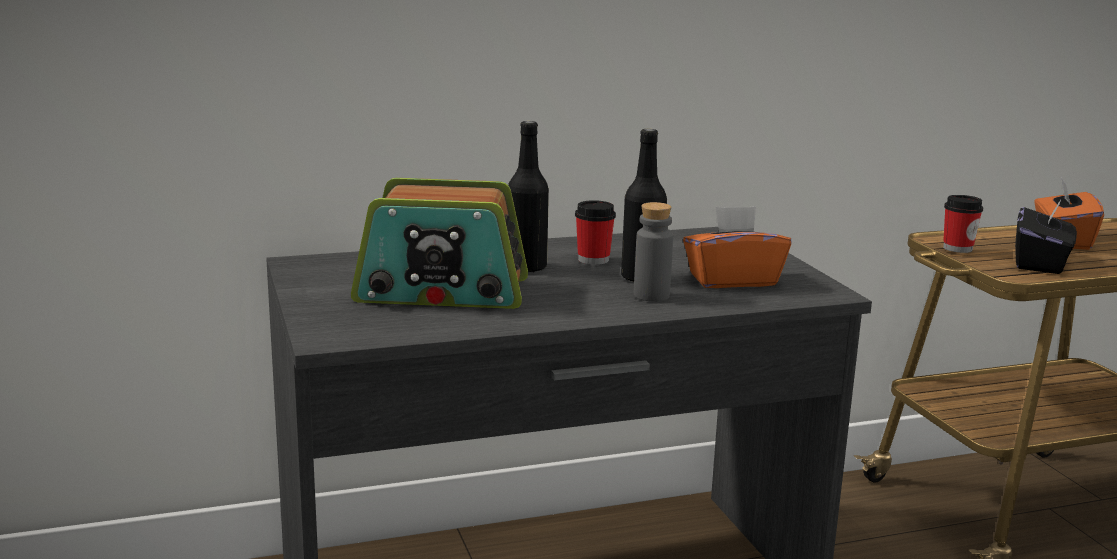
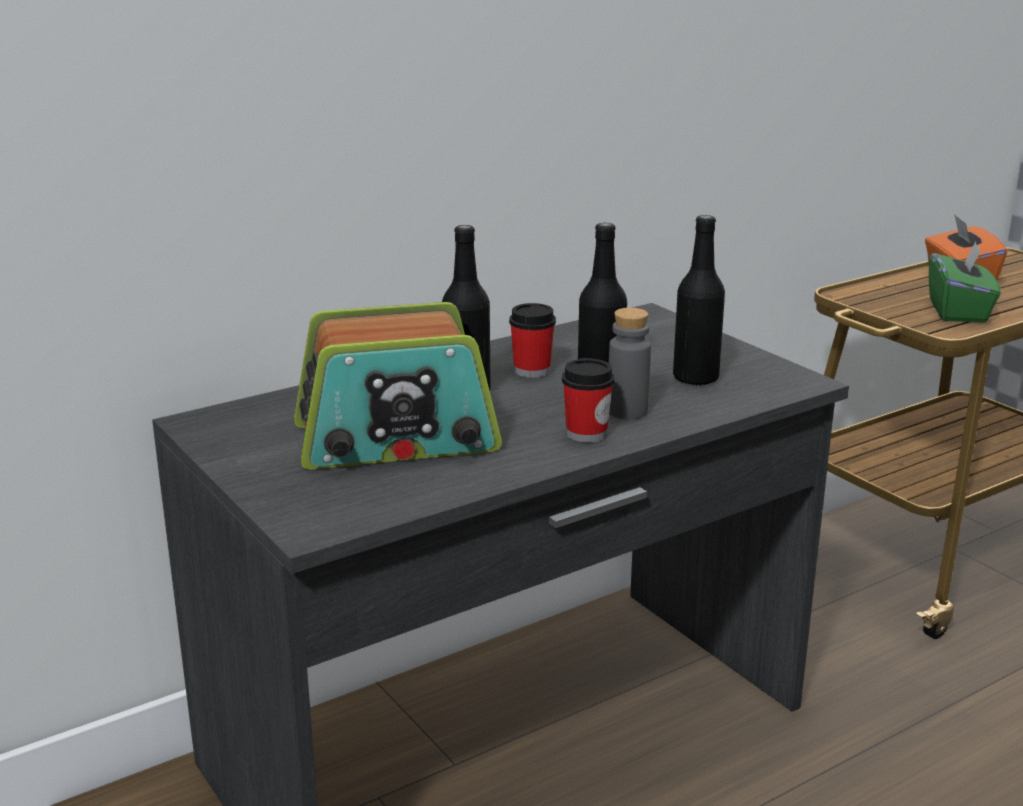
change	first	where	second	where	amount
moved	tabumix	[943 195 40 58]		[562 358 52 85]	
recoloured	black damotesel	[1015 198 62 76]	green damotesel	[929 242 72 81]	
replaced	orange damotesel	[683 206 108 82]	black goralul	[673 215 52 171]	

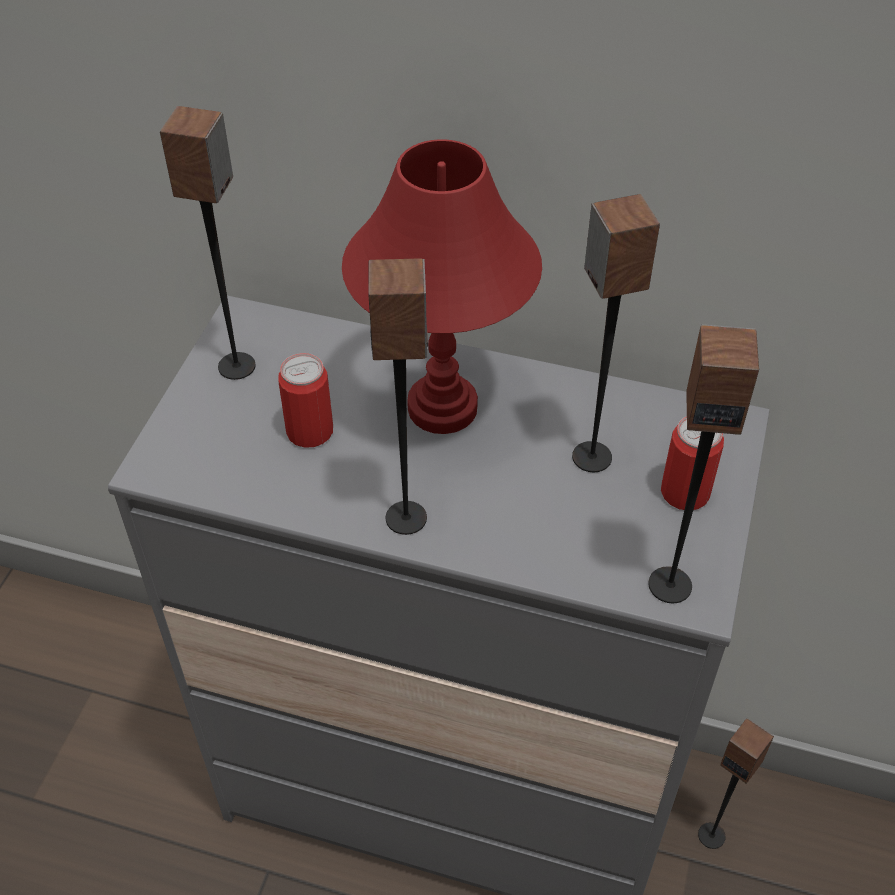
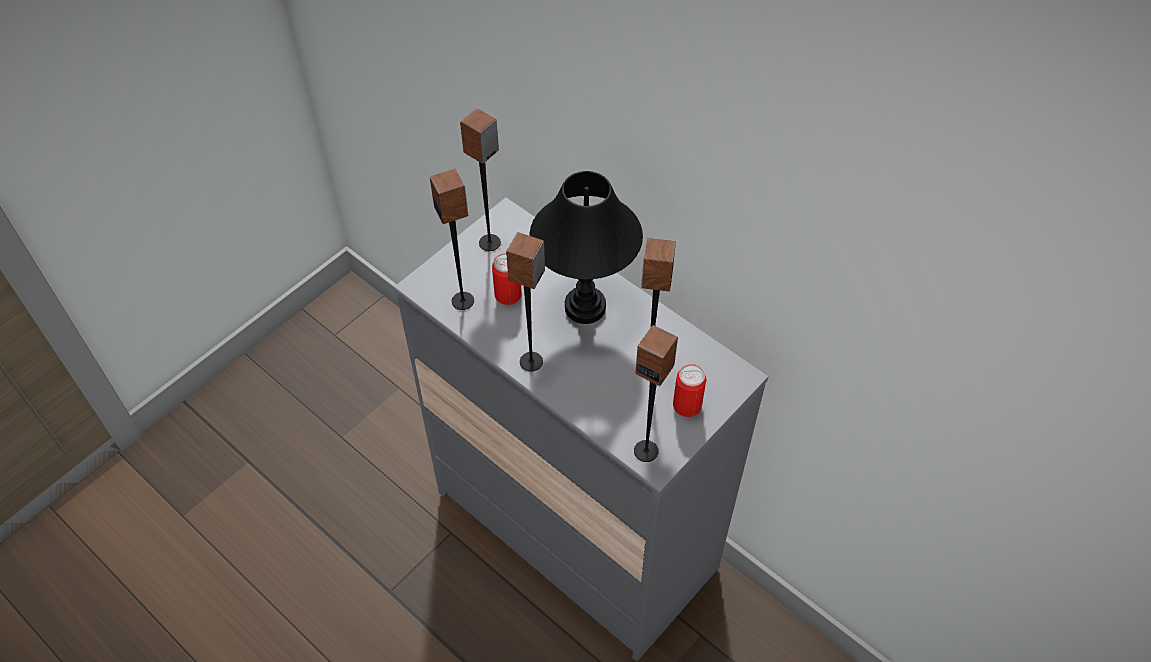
change	first	where	second	where	amount
recoloured	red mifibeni	[342 139 200 295]	black mifibeni	[530 171 113 153]	
moved	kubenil	[698 718 76 131]		[430 169 44 141]	

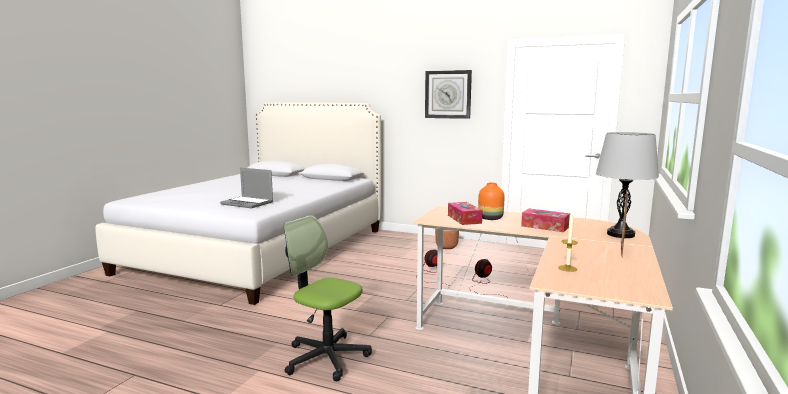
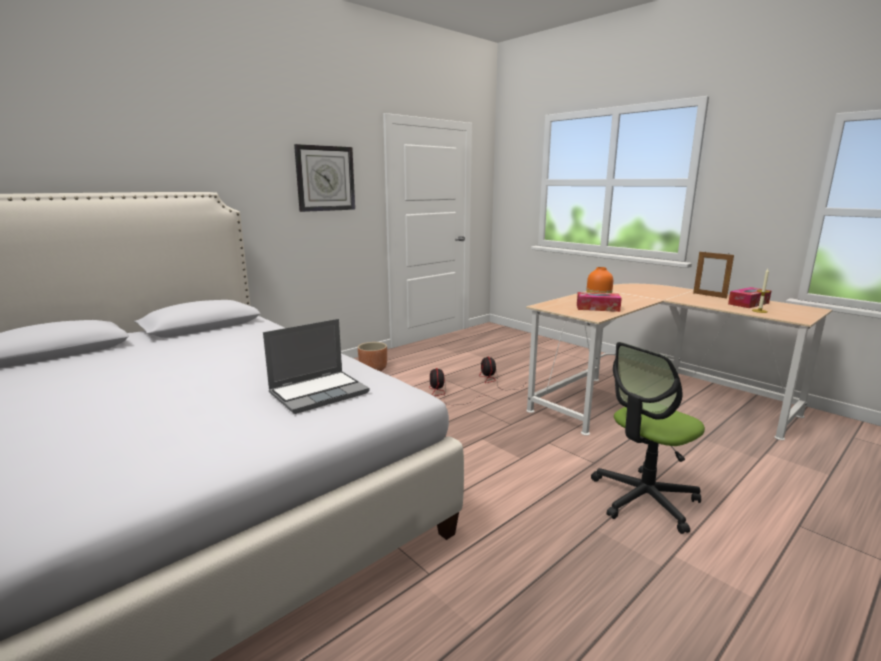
change	first	where	second	where	amount
removed	grey mifibeni	[596 132 63 106]			
moved	damotesel	[521 208 49 24]		[728 287 43 21]	

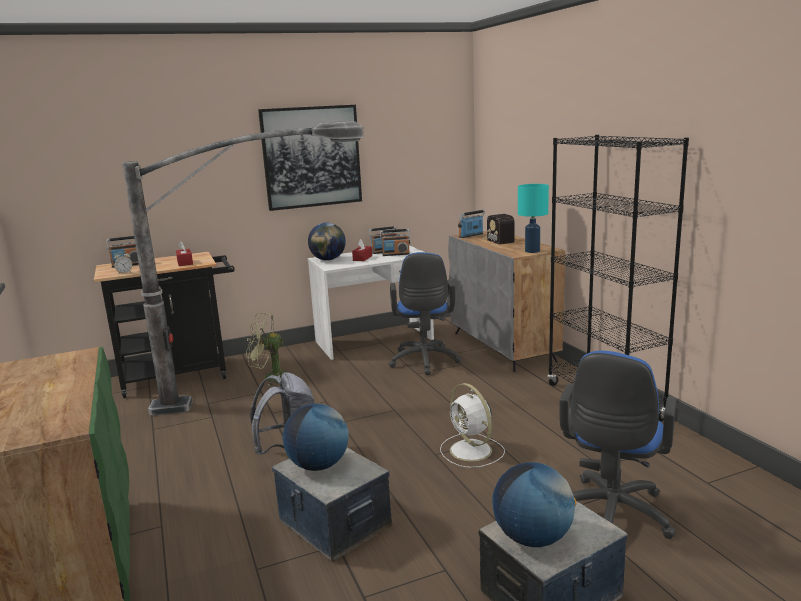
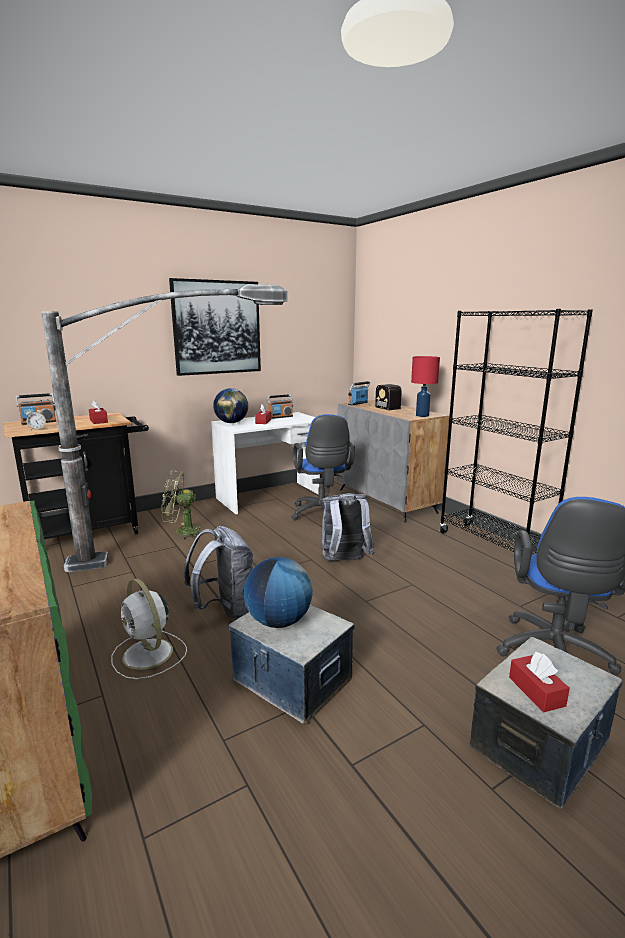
change	first	where	second	where	amount
recoloured	turquoise mifibeni	[518 184 31 69]	red mifibeni	[411 356 29 61]	
removed	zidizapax	[380 229 30 27]			
moved	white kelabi	[440 383 65 85]		[111 579 76 100]	
replaced	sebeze	[492 462 84 85]	red damotesel	[509 652 61 60]	
added			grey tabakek	[320 493 55 68]	

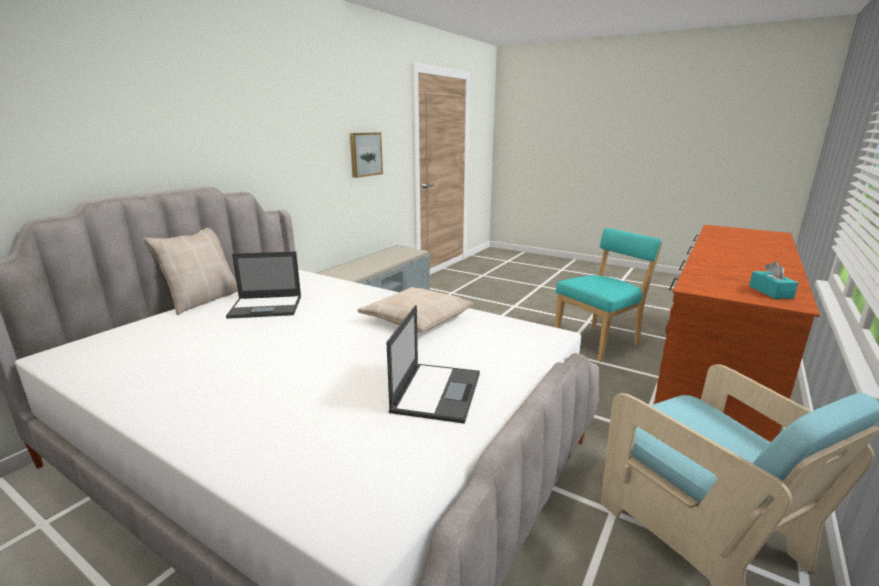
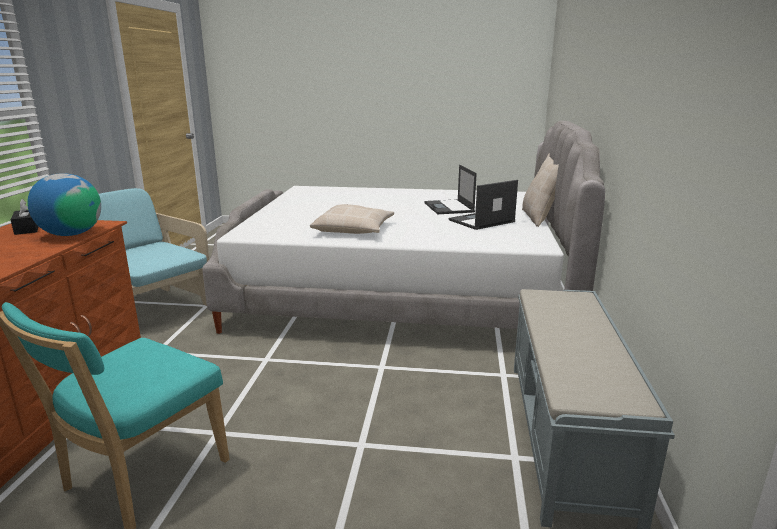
change	first	where	second	where	amount
removed	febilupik	[350 132 33 46]			
recoloured	turquoise damotesel	[749 261 49 38]	black damotesel	[10 199 29 36]	
moved	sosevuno	[387 305 93 119]		[424 165 53 49]	
added			sebeze	[27 173 74 63]	

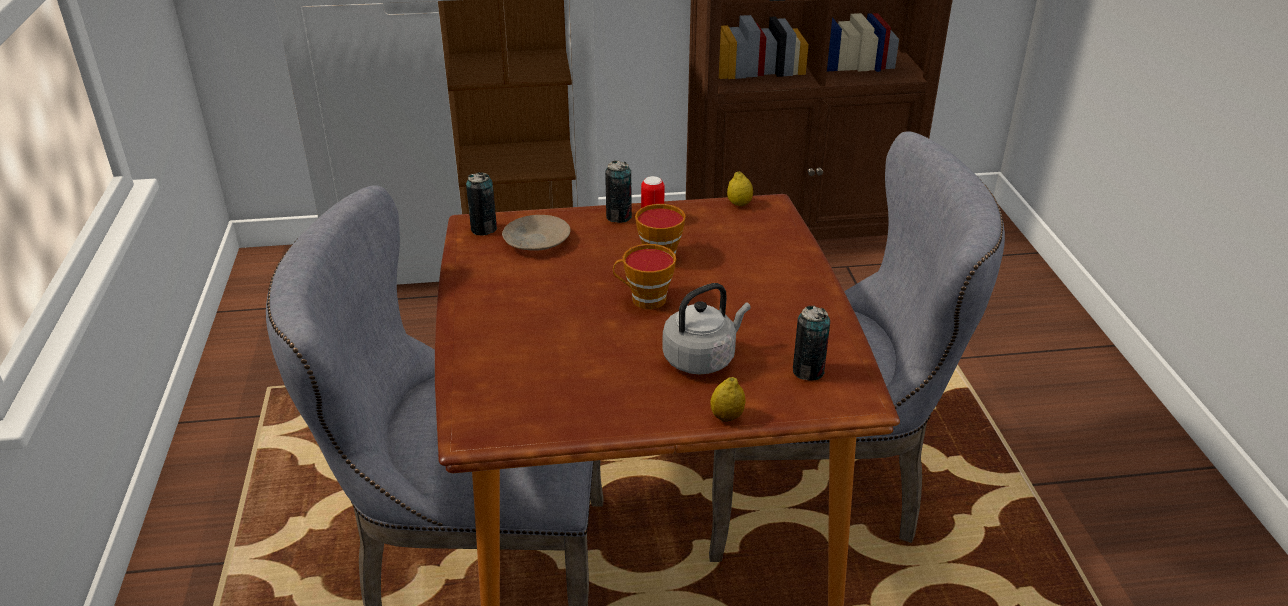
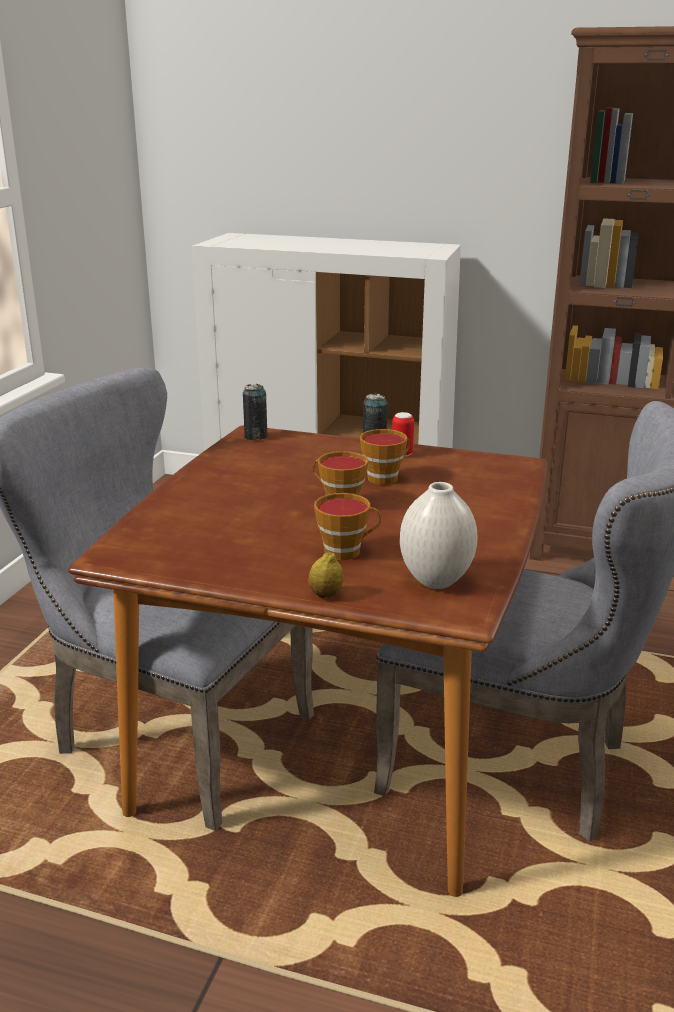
change	first	where	second	where	amount
removed	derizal	[727 172 26 34]			
removed	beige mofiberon	[502 215 68 36]			
replaced	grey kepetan	[662 283 89 92]	tabumix	[314 493 67 67]	
replaced	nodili	[793 306 37 75]	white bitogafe	[400 482 78 107]	

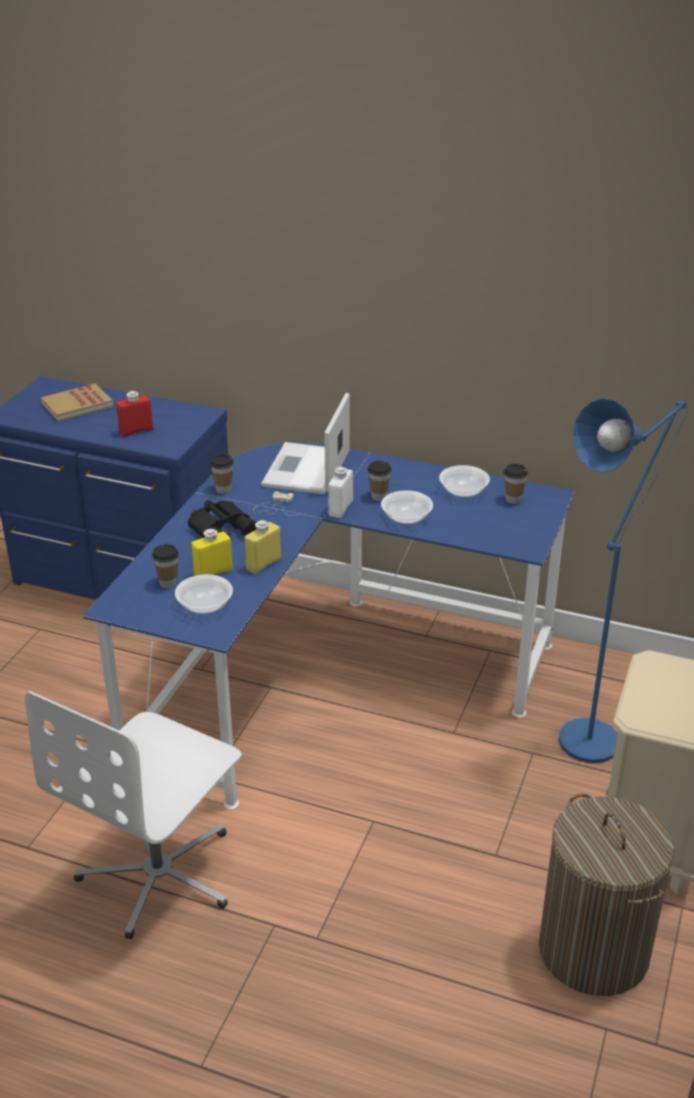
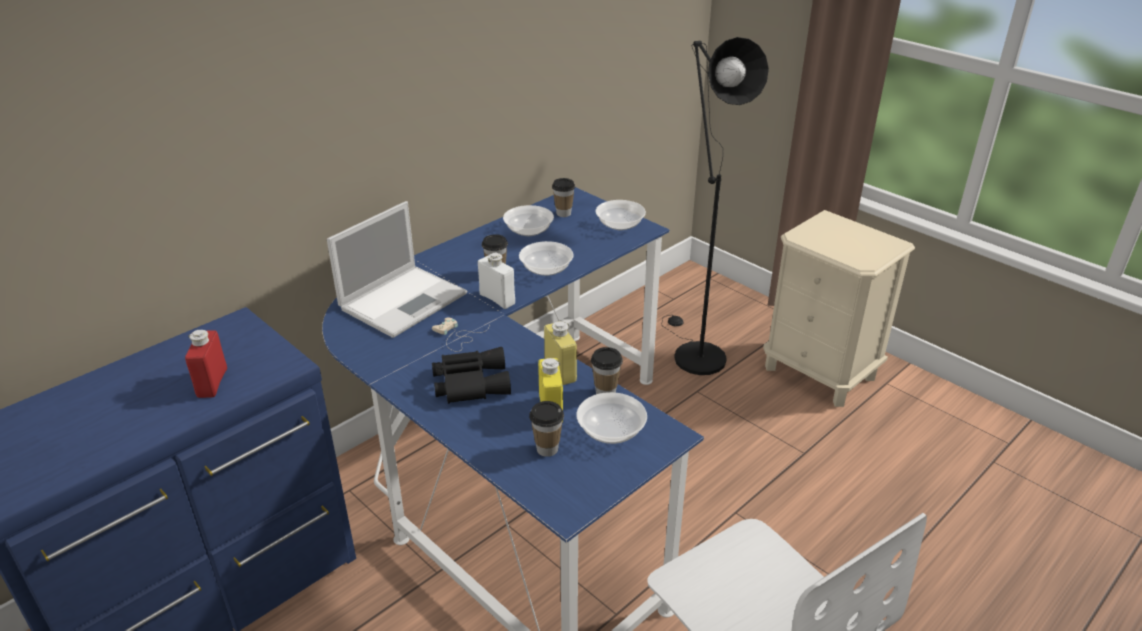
change	first	where	second	where	amount
removed	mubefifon	[41 384 72 38]			
turned	sosevuno	[261 393 89 102]		[327 201 140 137]	90 degrees counterclockwise
recoloured	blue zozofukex	[559 398 129 365]	black zozofukex	[661 37 108 338]	
moved	tabumix	[210 454 24 40]		[591 347 32 47]	
removed	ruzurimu	[539 793 135 203]			
added			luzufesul	[595 200 51 30]	

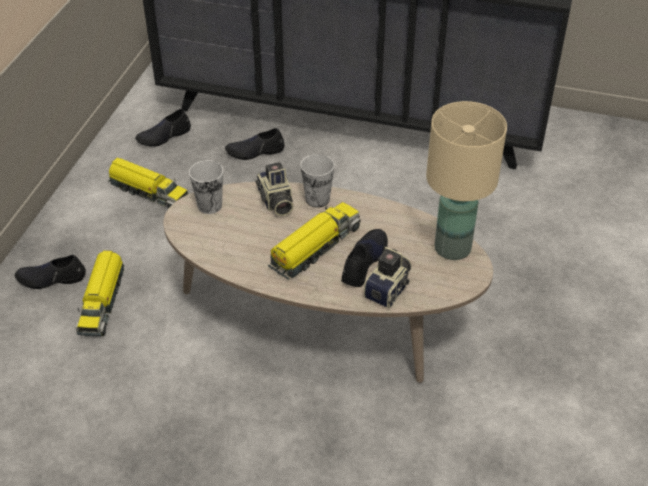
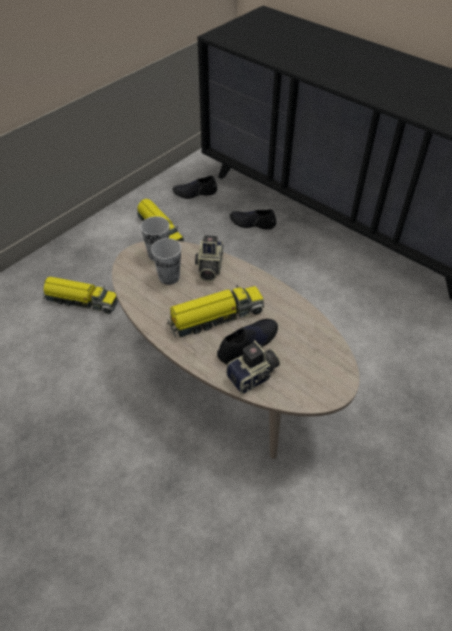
change	first	where	second	where	amount
removed	beige mifibeni	[426 101 81 159]			
moved	tabumix	[301 154 33 54]		[151 238 30 47]	
turned	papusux	[75 250 49 86]		[43 277 75 37]	105 degrees counterclockwise
removed	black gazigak	[15 255 71 34]			

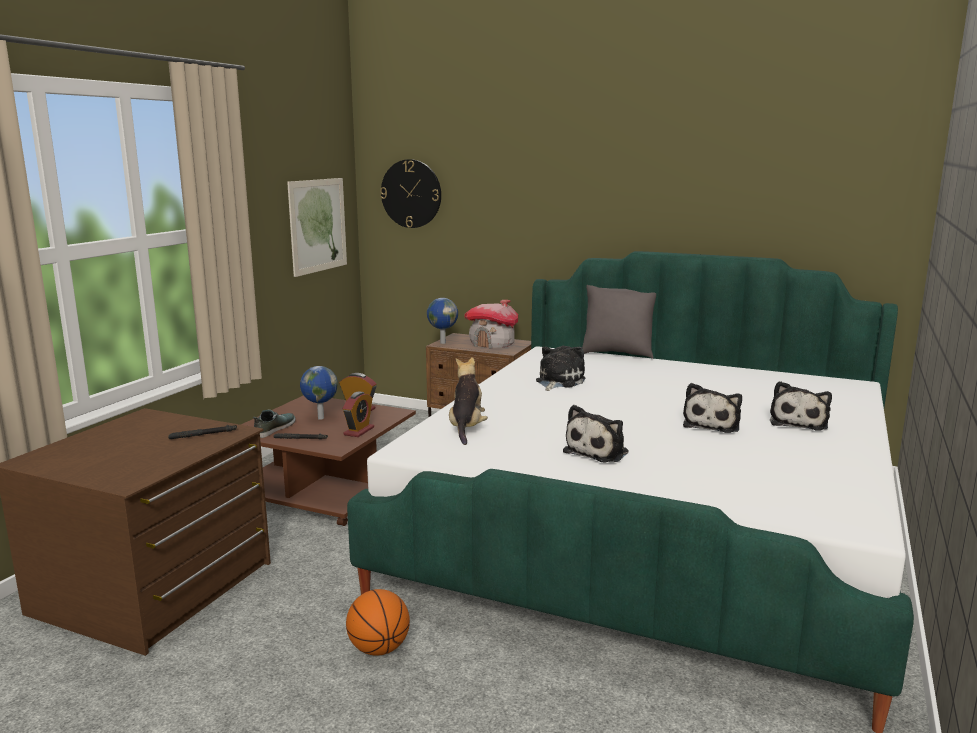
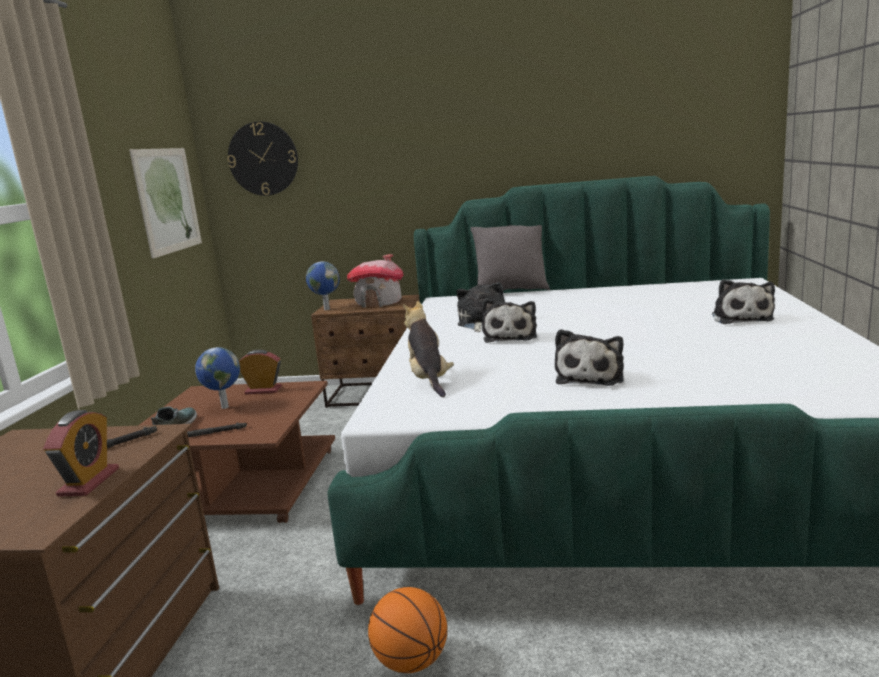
change	first	where	second	where	amount
moved	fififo	[683 383 59 50]		[482 299 55 44]	
moved	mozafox	[343 391 31 46]		[43 410 76 87]	

